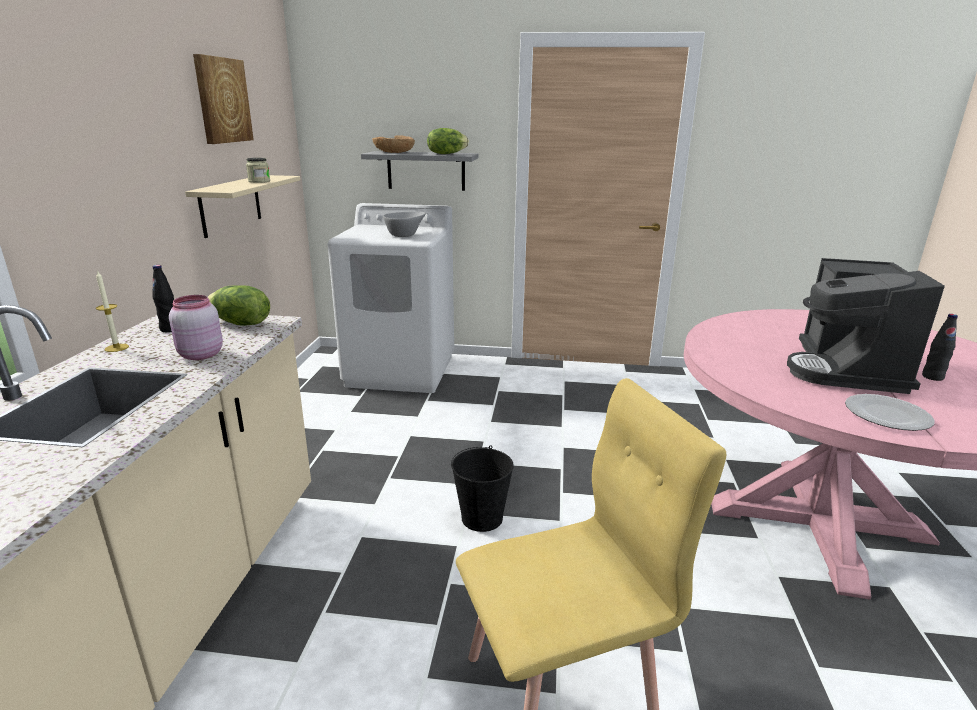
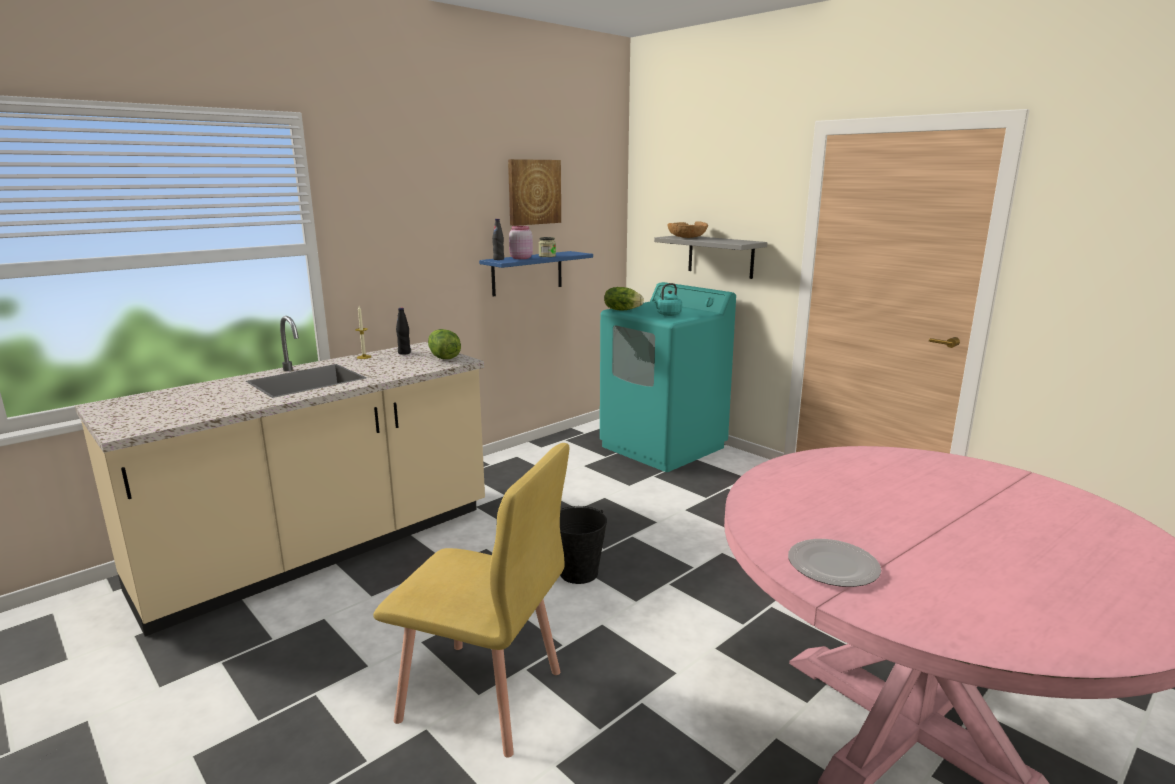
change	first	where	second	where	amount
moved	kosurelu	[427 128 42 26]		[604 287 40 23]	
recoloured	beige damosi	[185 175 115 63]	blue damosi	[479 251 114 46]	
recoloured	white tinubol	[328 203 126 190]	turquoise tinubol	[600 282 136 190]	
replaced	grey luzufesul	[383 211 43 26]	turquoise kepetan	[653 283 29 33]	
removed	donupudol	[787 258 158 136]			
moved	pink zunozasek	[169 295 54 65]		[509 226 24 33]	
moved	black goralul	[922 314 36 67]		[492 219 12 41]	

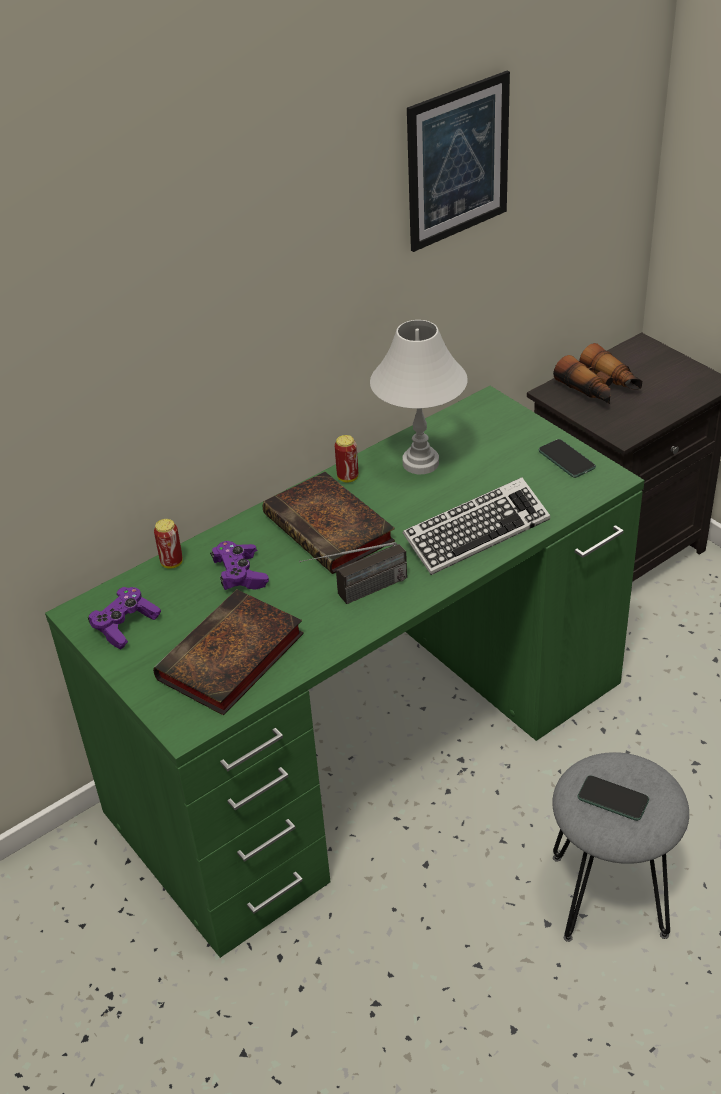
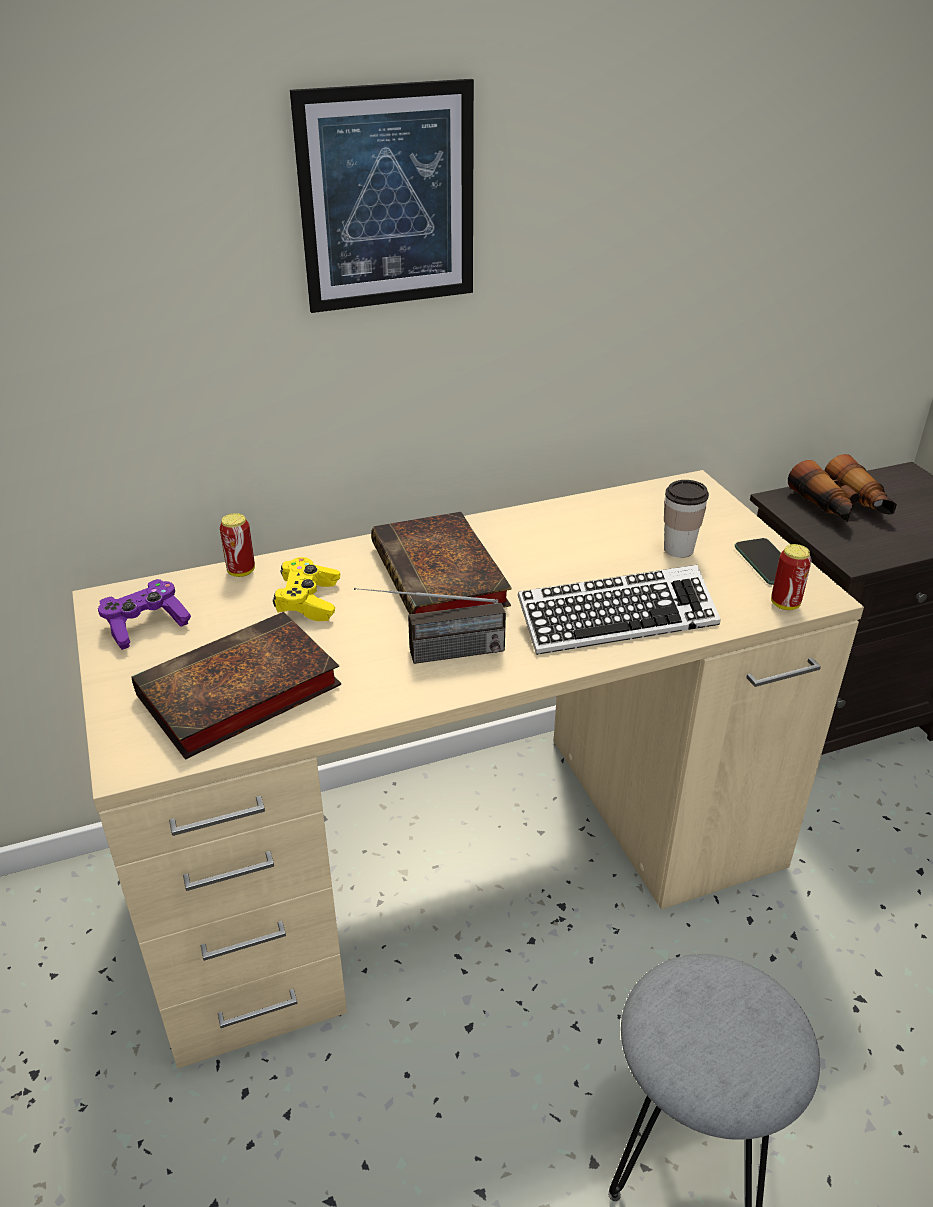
change	first	where	second	where	amount
moved	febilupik	[407 71 103 181]		[290 79 184 234]	
removed	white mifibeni	[370 320 98 154]			
recoloured	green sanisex	[45 386 600 572]	beige sanisex	[72 470 792 599]	
moved	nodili	[335 435 23 47]		[771 544 41 66]	
recoloured	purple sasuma	[210 541 59 49]	yellow sasuma	[273 557 67 64]	
removed	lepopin	[577 775 72 46]			
added			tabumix	[664 480 45 78]	

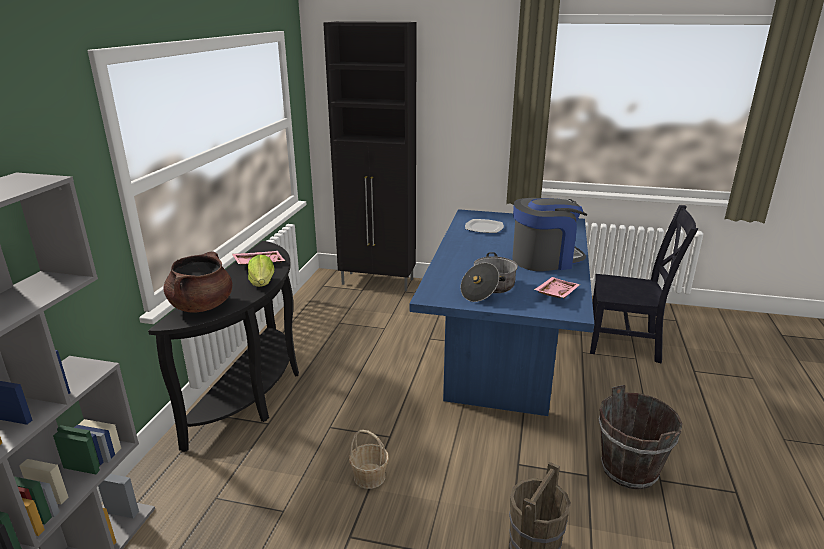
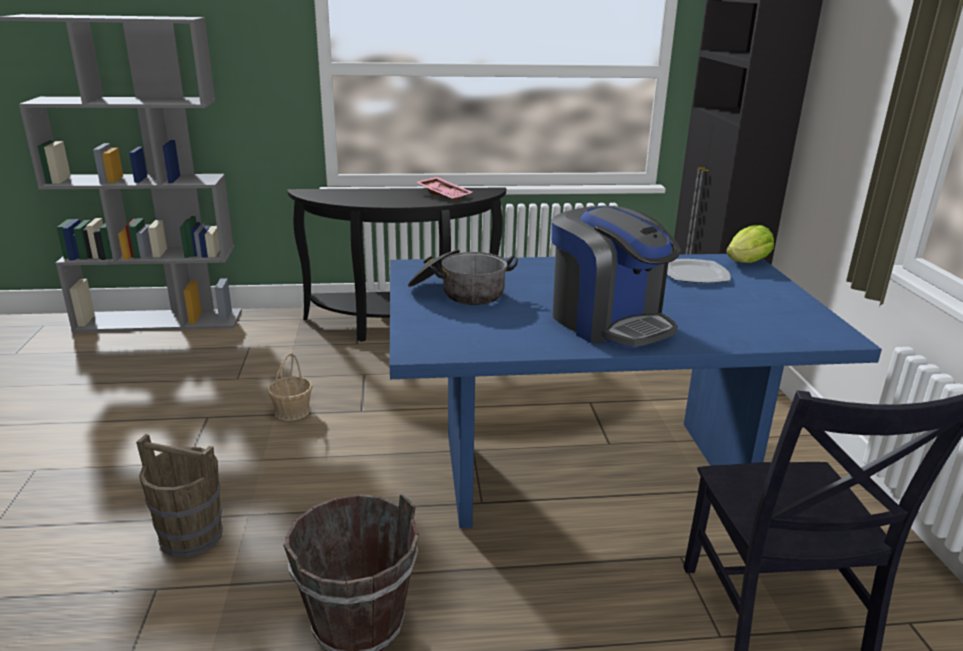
change	first	where	second	where	amount
removed	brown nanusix	[164 251 68 61]			
moved	kosurelu	[248 255 26 32]		[726 225 48 38]	
removed	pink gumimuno	[534 277 46 21]			

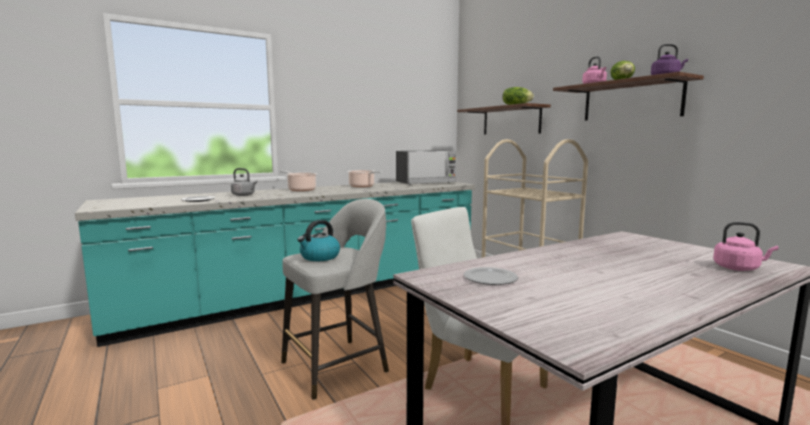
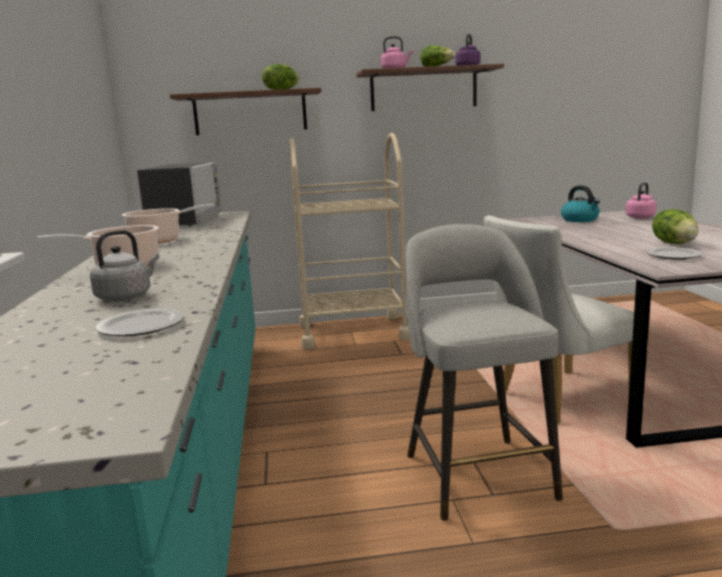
change	first	where	second	where	amount
moved	kepetan	[297 220 43 41]		[561 185 39 37]	
added			kosurelu	[652 209 46 35]	

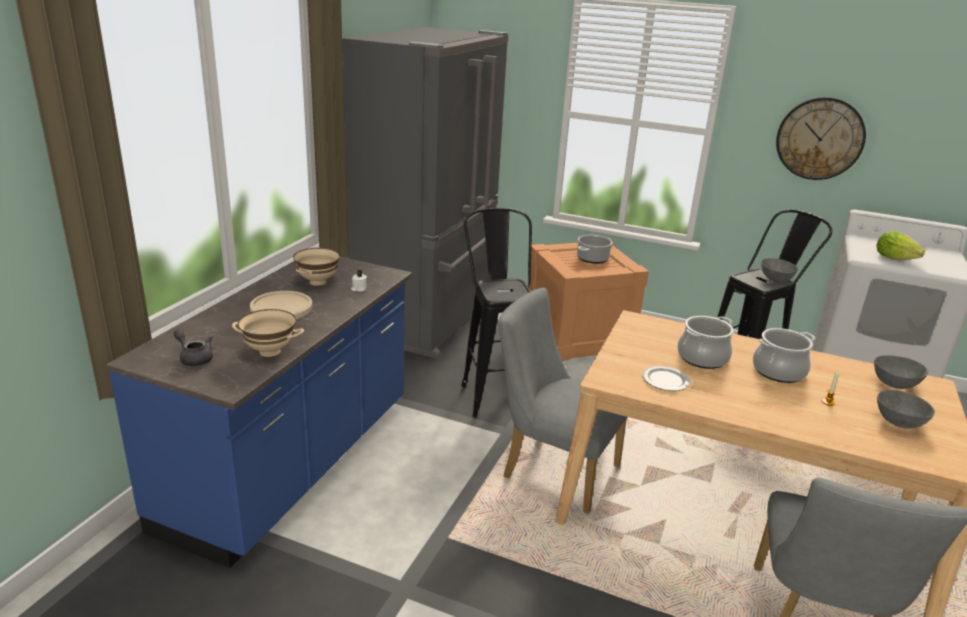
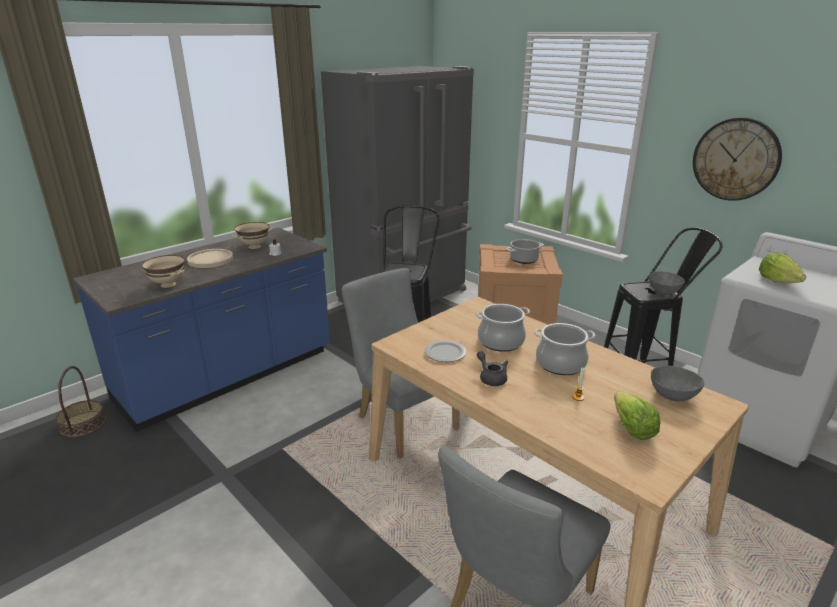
change	first	where	second	where	amount
moved	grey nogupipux	[174 330 39 36]		[477 351 31 35]	
replaced	grey luzufesul	[877 389 58 40]	kosurelu	[614 392 47 48]	
added			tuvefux	[56 366 50 71]	

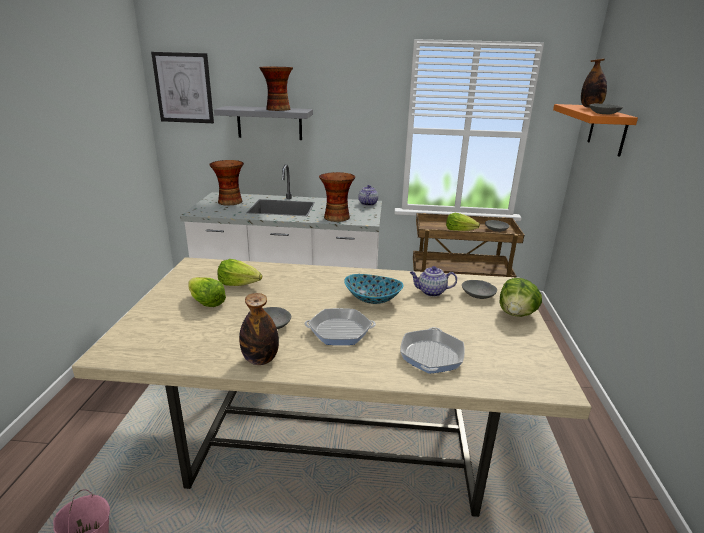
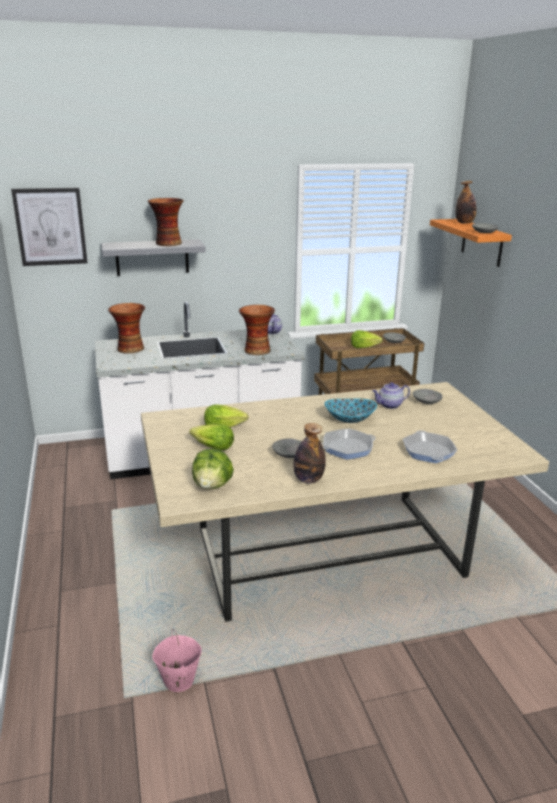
change	first	where	second	where	amount
moved	kosurelu	[500 278 42 39]		[192 449 42 40]	

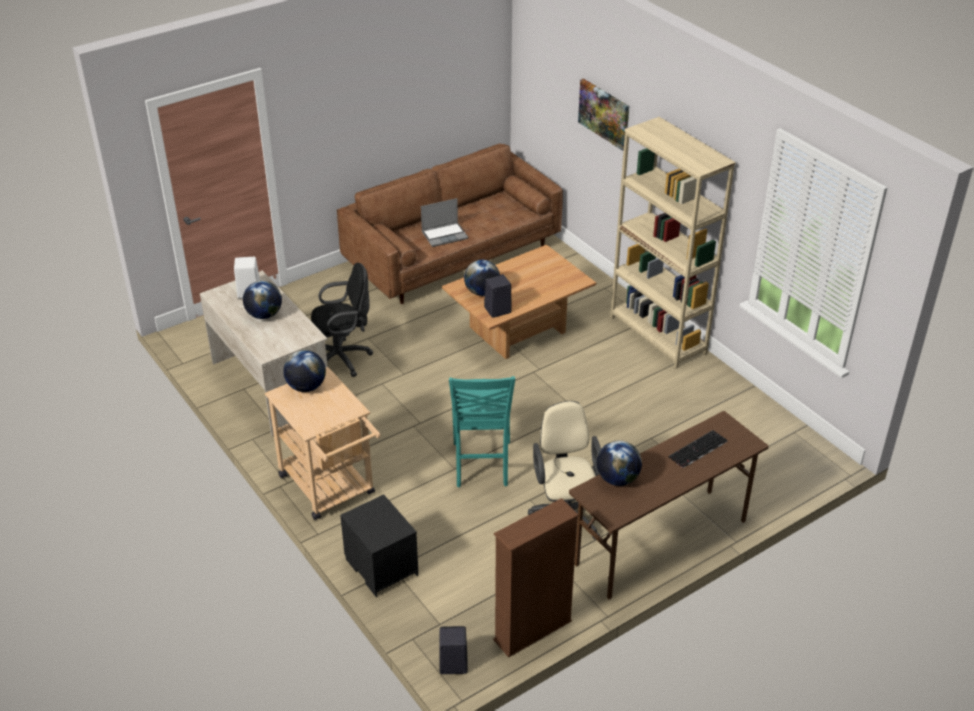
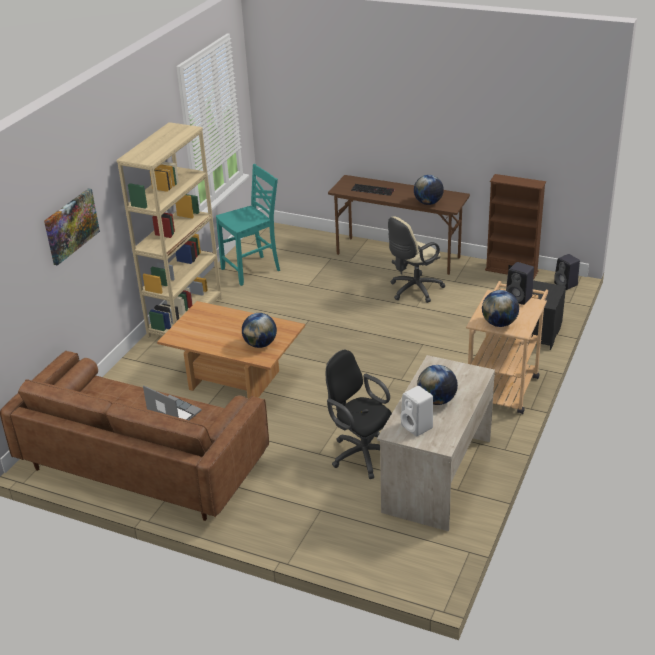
change	first	where	second	where	amount
moved	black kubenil	[484 274 28 44]		[506 262 28 43]	
moved	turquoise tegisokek	[449 376 66 111]		[216 164 64 122]	

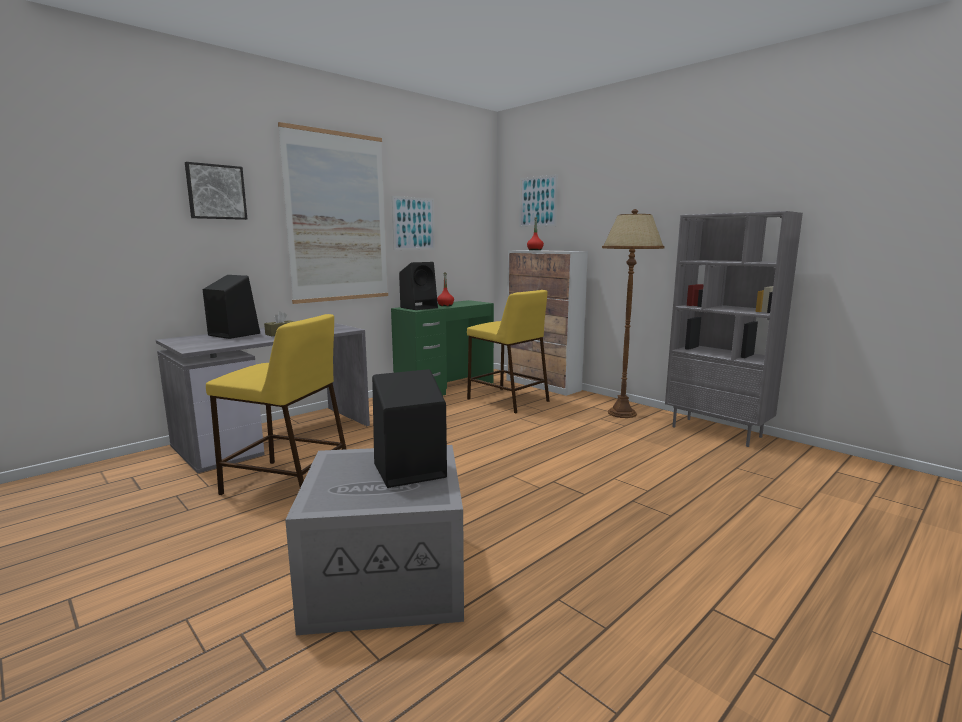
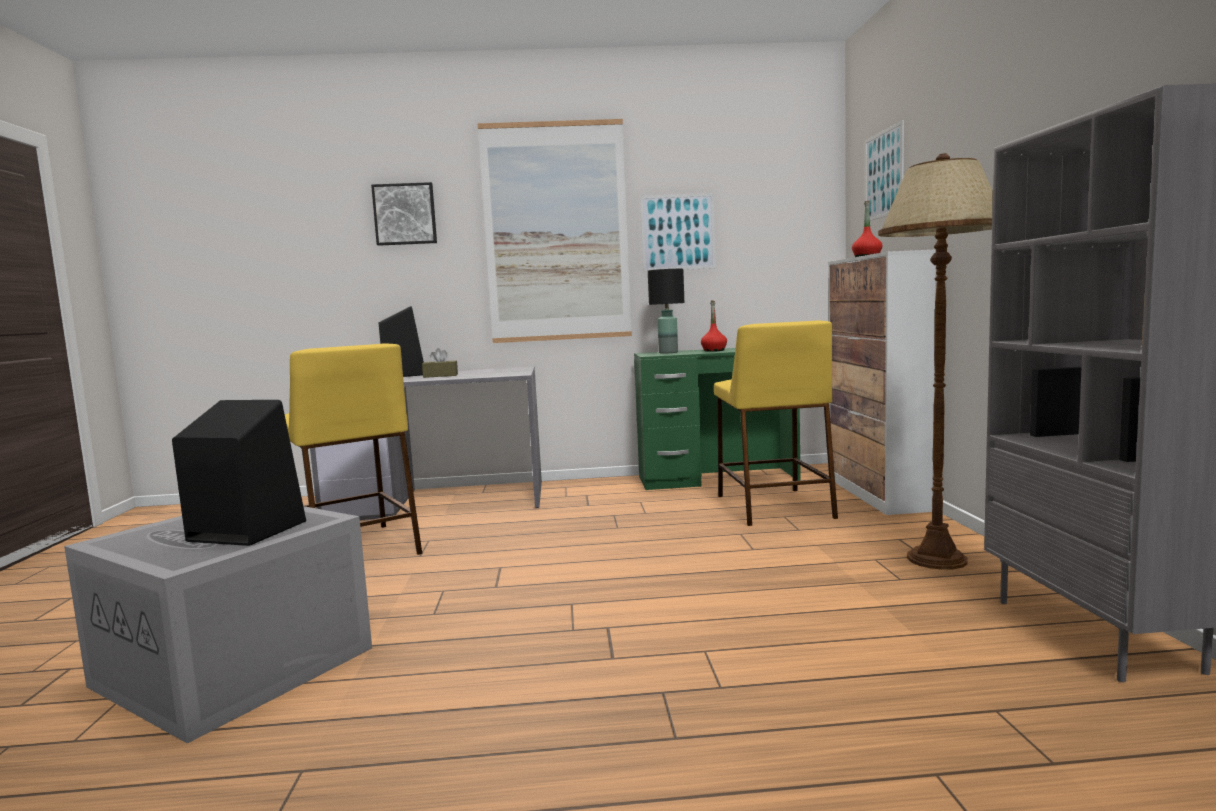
change	first	where	second	where	amount
replaced	black kubenil	[399 262 39 48]	black mifibeni	[648 269 36 85]	

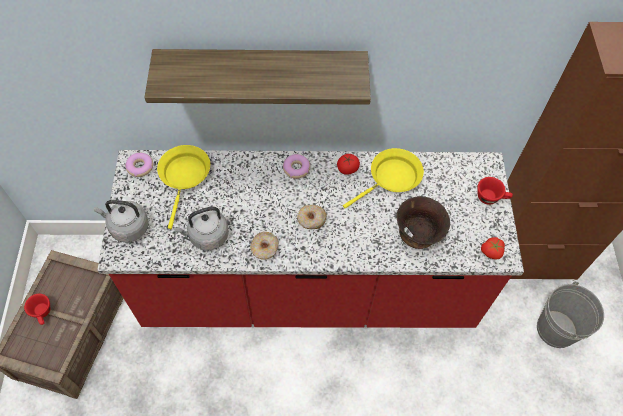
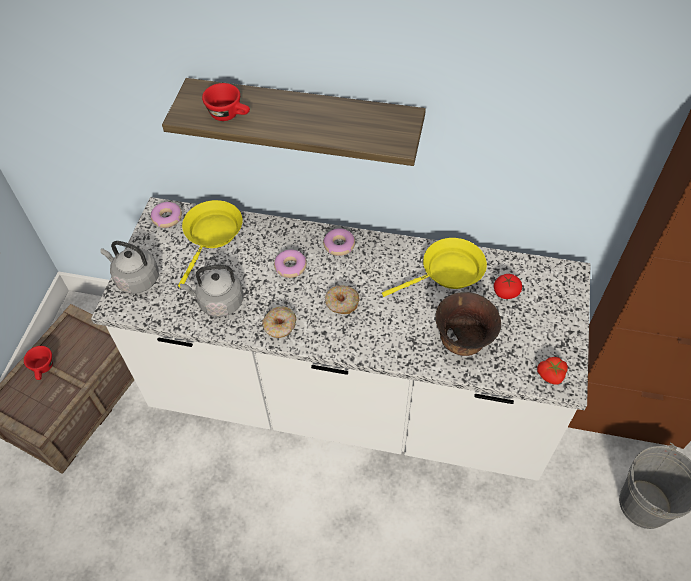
change	first	where	second	where	amount
recoloured	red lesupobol	[97 150 427 178]	white lesupobol	[91 197 500 284]	
moved	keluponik	[337 154 23 21]		[494 274 28 25]	
moved	red tabumix	[477 177 36 28]		[202 83 48 38]	
added			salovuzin	[274 250 33 28]	

